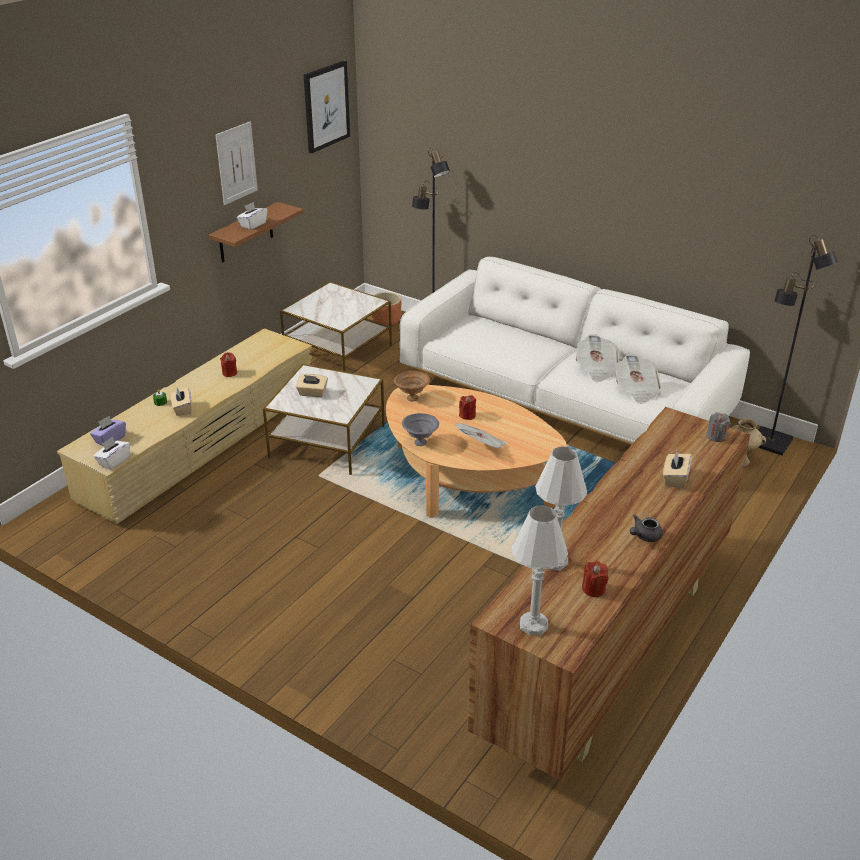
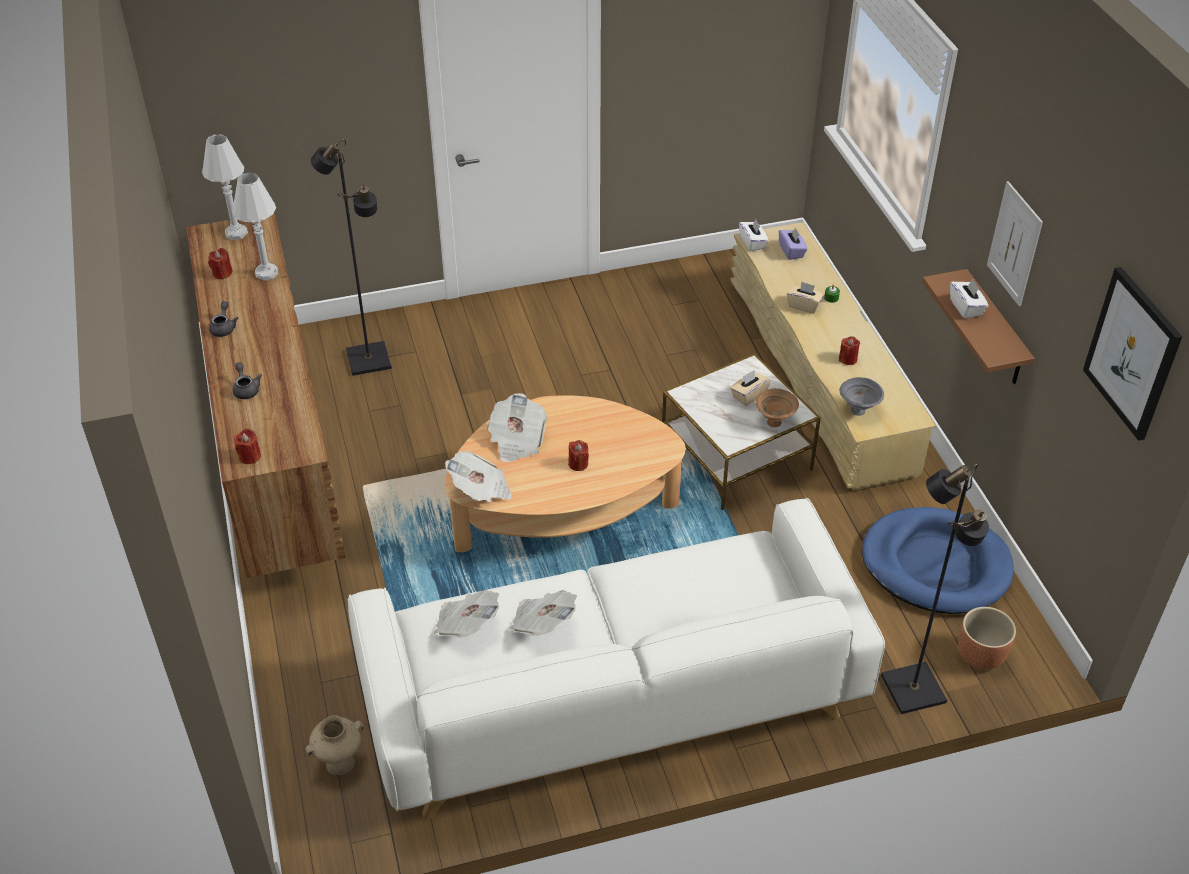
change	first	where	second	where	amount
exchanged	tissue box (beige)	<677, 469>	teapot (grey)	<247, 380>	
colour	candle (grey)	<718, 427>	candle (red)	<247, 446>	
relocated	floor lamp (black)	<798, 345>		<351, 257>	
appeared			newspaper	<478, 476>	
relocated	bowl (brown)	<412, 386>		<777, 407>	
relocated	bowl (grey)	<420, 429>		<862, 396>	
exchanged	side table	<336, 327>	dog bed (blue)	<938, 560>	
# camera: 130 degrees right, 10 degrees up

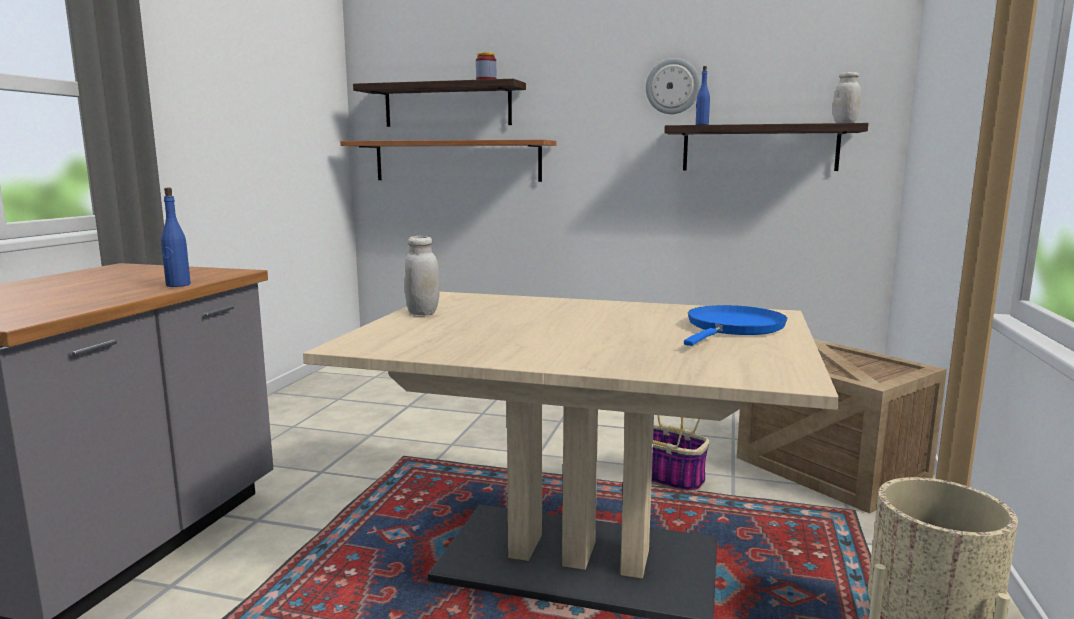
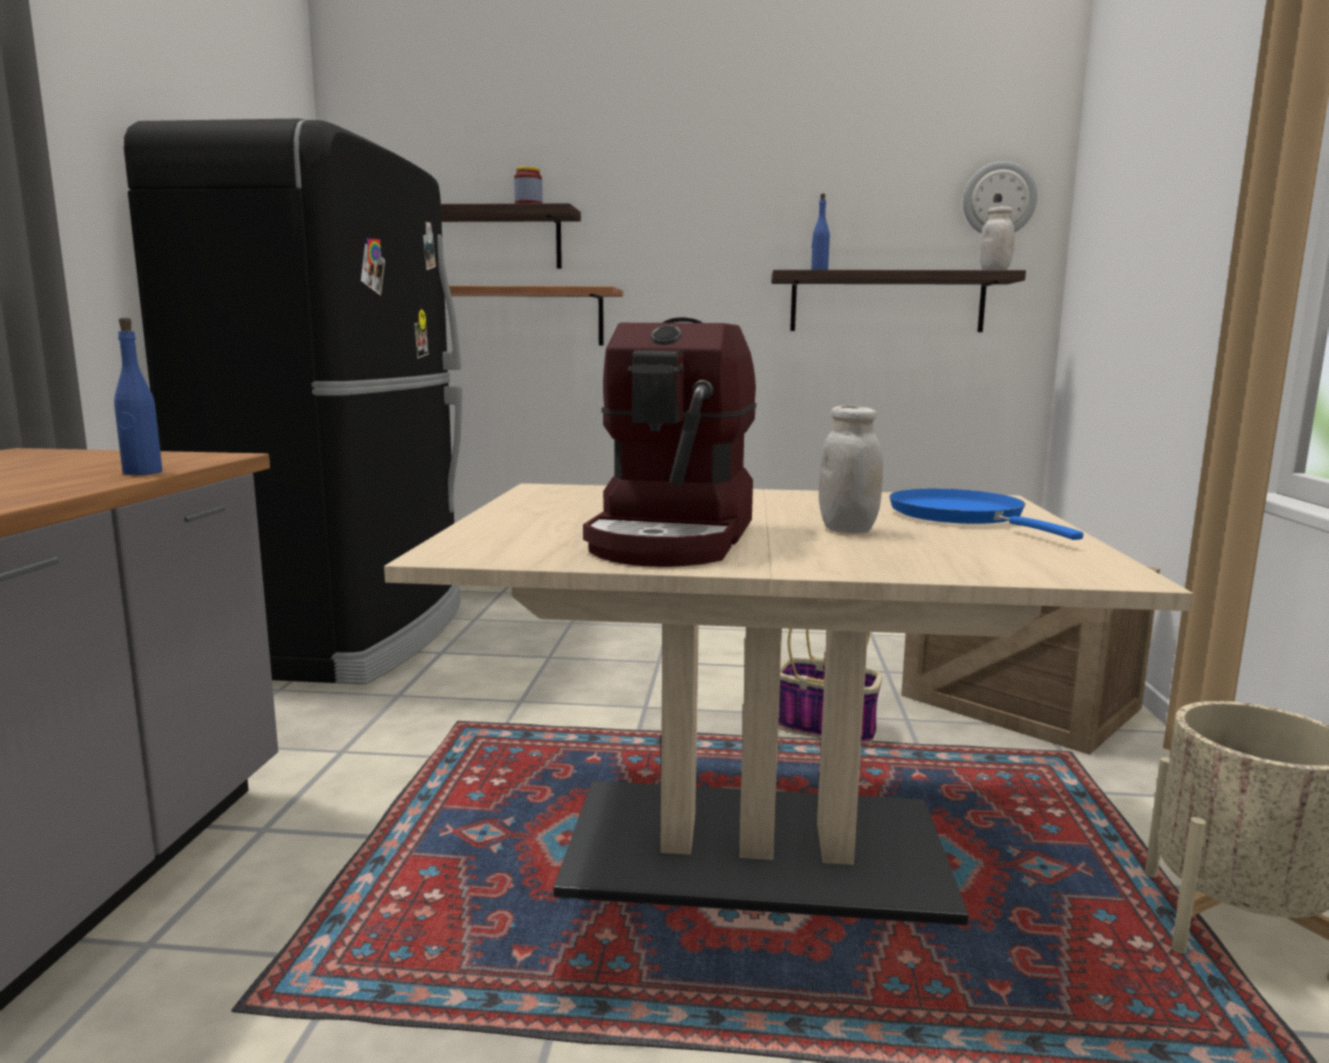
change	first	where	second	where	amount
appeared			fridge (black)	<293, 402>	
appeared			coffee machine	<670, 442>	
relocated	jar (white)	<422, 275>		<851, 469>	
spun	frying pan (blue)	<735, 325>		<986, 514>	45 degrees counterclockwise
relocated	wall clock	<673, 86>		<1000, 197>	
# camera: 10 degrees left, 0 degrees up

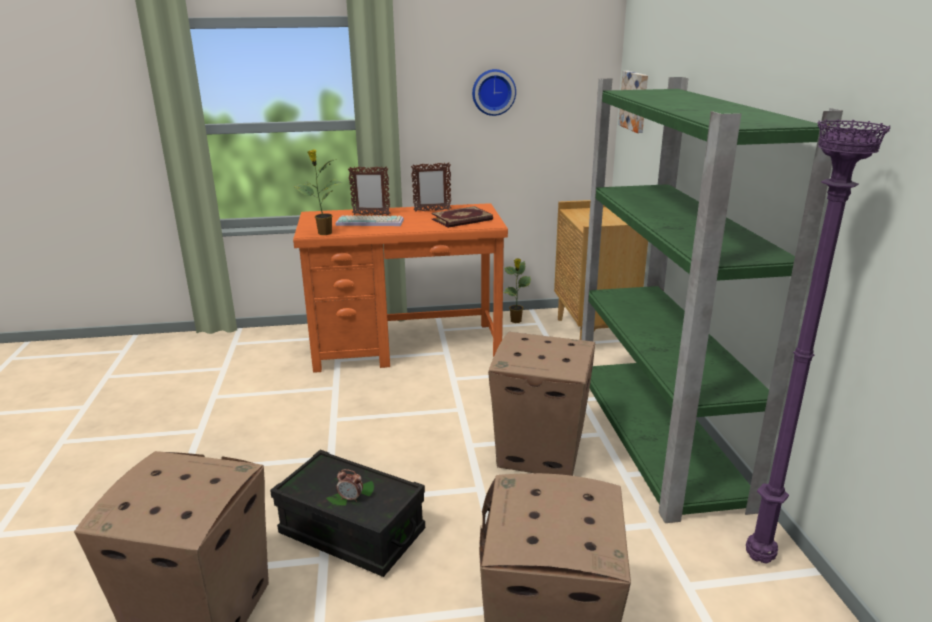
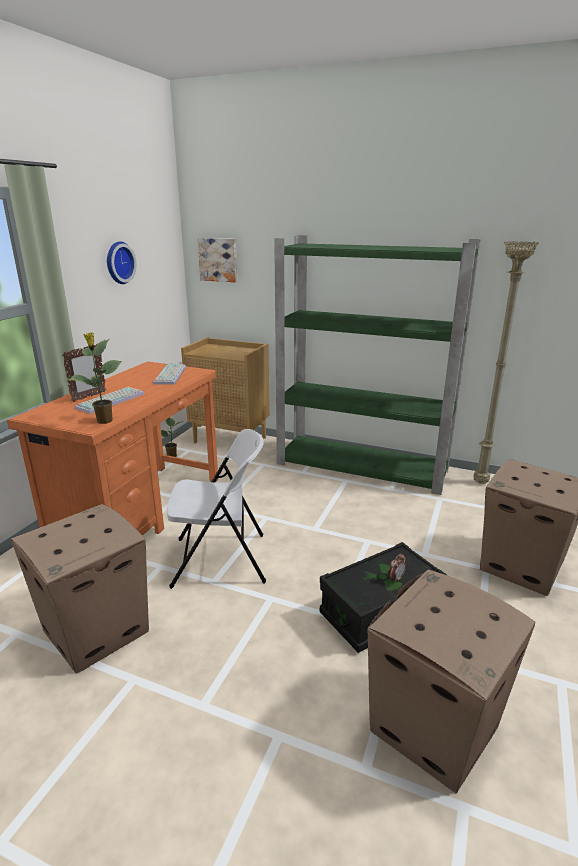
change	first	where	second	where	amount
relocated	cardboard box	<541, 404>		<80, 589>	
exchanged	book	<462, 217>	keyboard	<169, 374>	
appeared			chair (white)	<216, 509>	
colour	floor lamp (purple)	<818, 341>	floor lamp (beige)	<506, 362>	
missing	picture frame	<431, 187>			
# camera: 60 degrees left, 0 degrees up

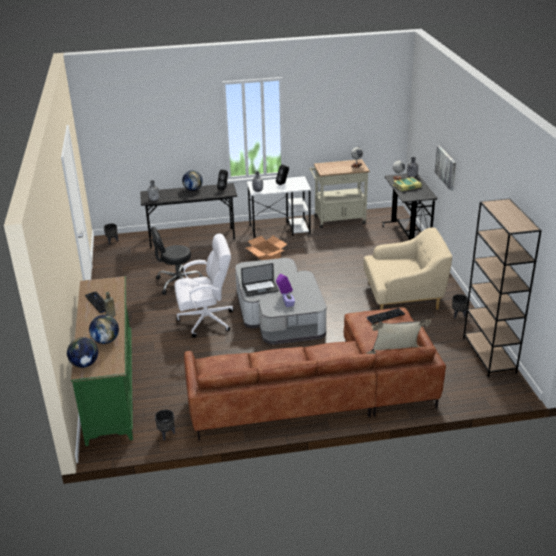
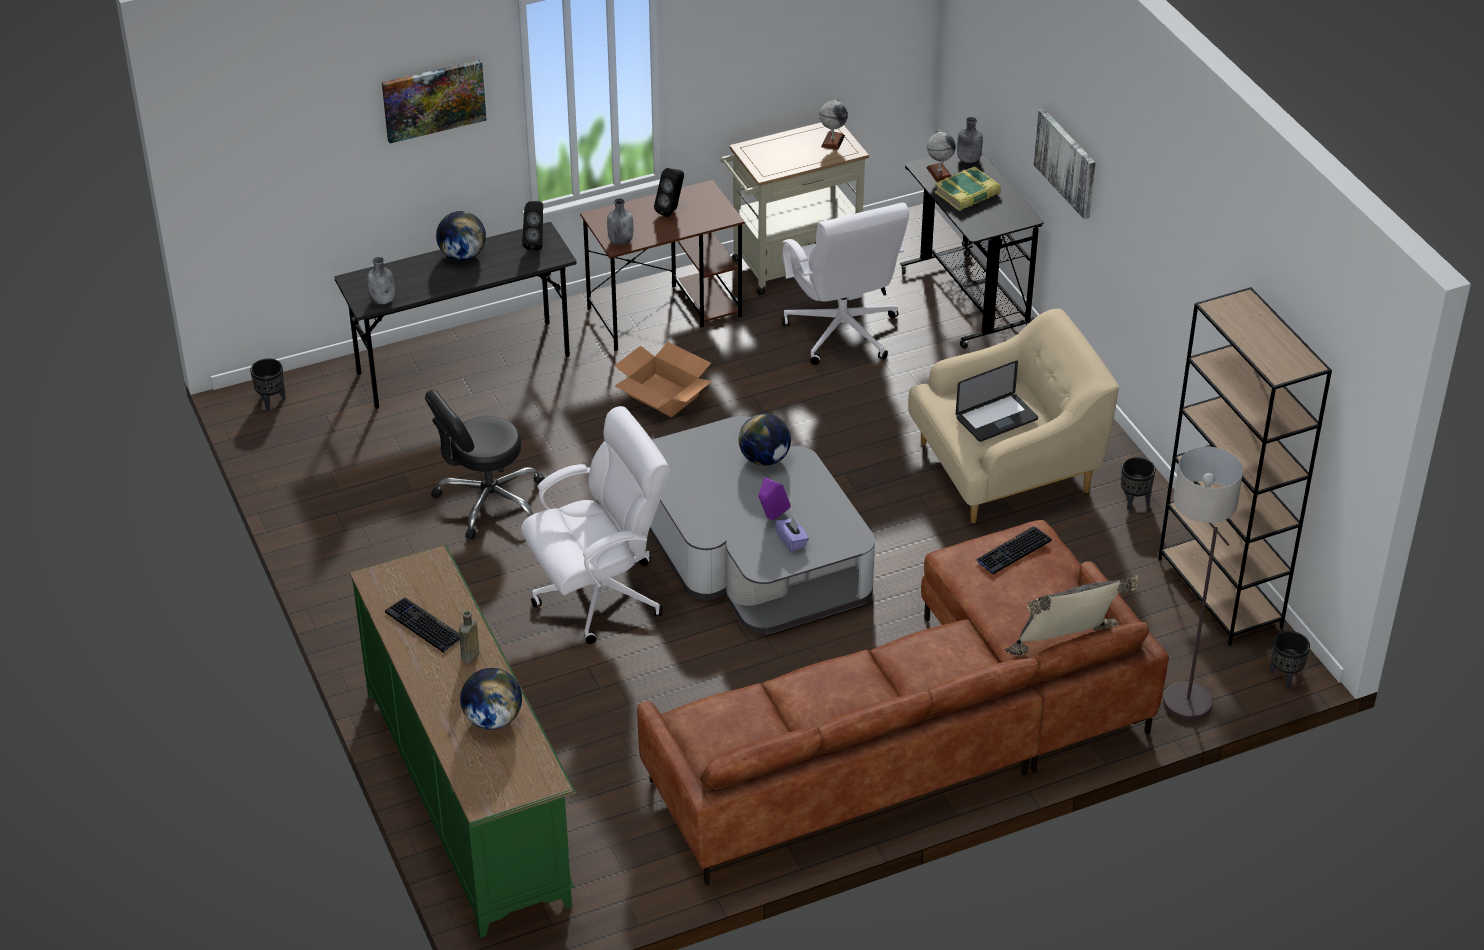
change	first	where	second	where	amount
appeared			picture	<434, 101>	
colour	desk (white)	<279, 207>	desk (brown)	<662, 265>	
relocated	globe	<82, 352>		<765, 439>	
appeared			office chair (white)	<845, 284>	
relocated	laptop	<260, 280>		<997, 401>	
appeared			floor lamp (grey)	<1203, 584>	
relocated	planter (black)	<165, 424>		<1290, 660>	
# camera: 15 degrees left, 10 degrees up

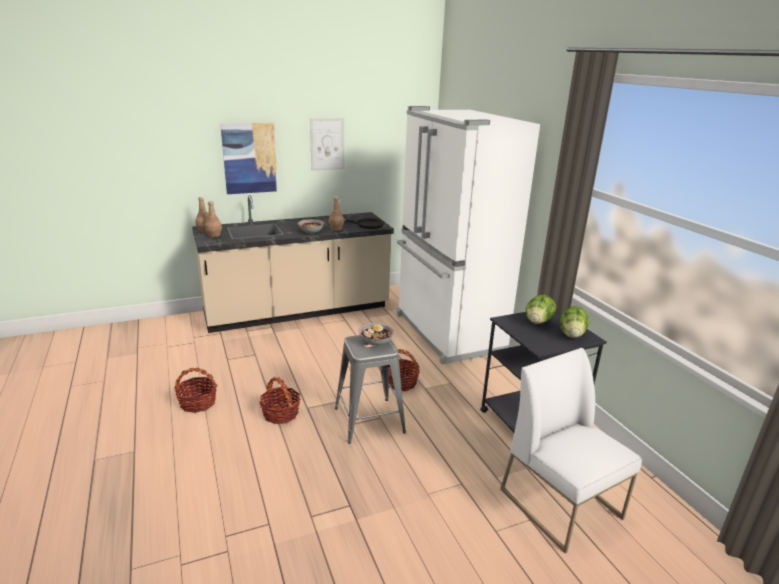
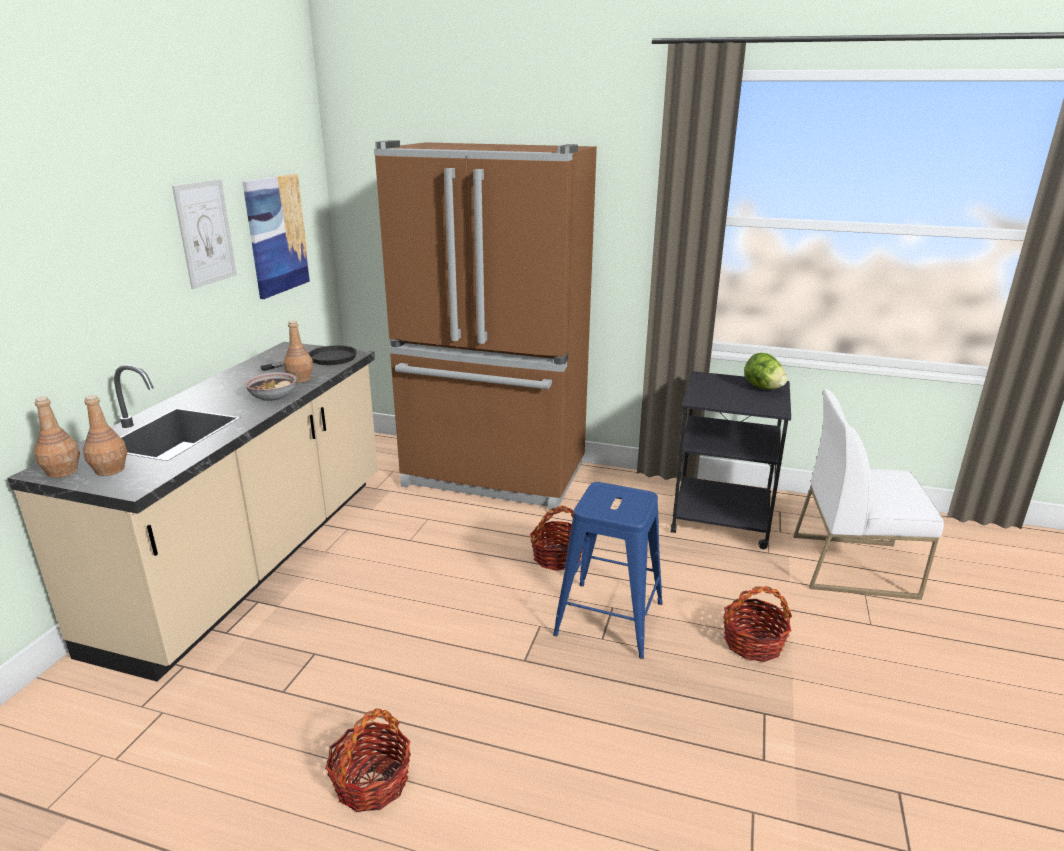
change	first	where	second	where	amount
relocated	picture	<249, 158>		<277, 236>	
colour	fridge (white)	<468, 235>	fridge (brown)	<485, 325>	
colour	stool (grey)	<370, 389>	stool (blue)	<608, 570>	
relocated	basket	<280, 400>		<757, 624>	
missing	bowl	<376, 334>			
missing	lettuce	<541, 309>			
# camera: 50 degrees left, 0 degrees up

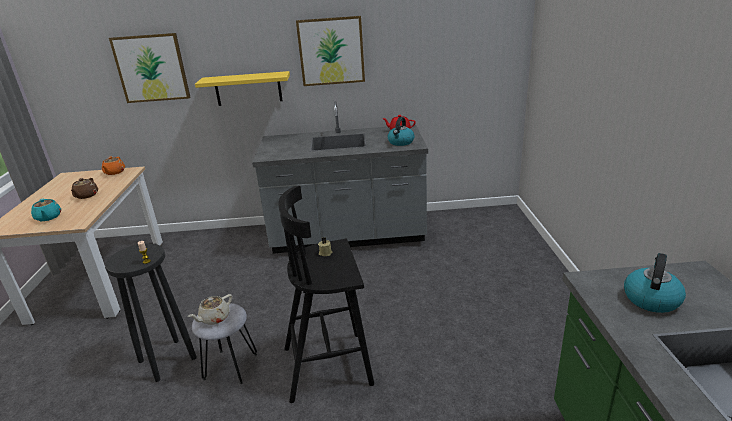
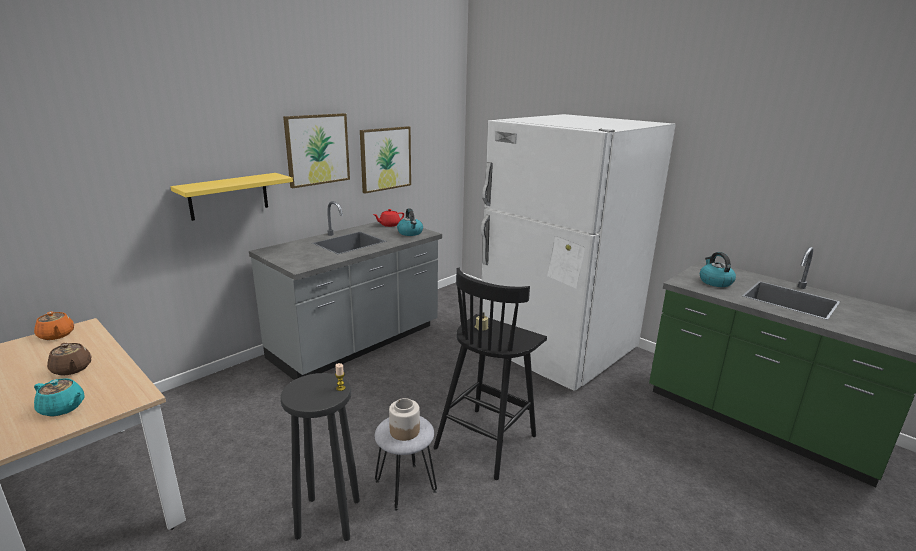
change	first	where	second	where	amount
relocated	picture	<150, 68>		<385, 160>	
exchanged	teapot (beige)	<210, 309>	jar	<404, 419>	
appeared			fridge (white)	<578, 252>	
# camera: 45 degrees left, 5 degrees down

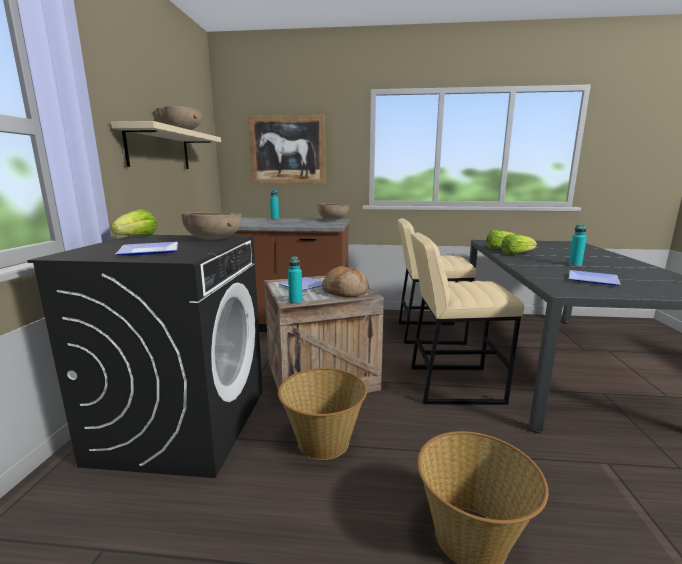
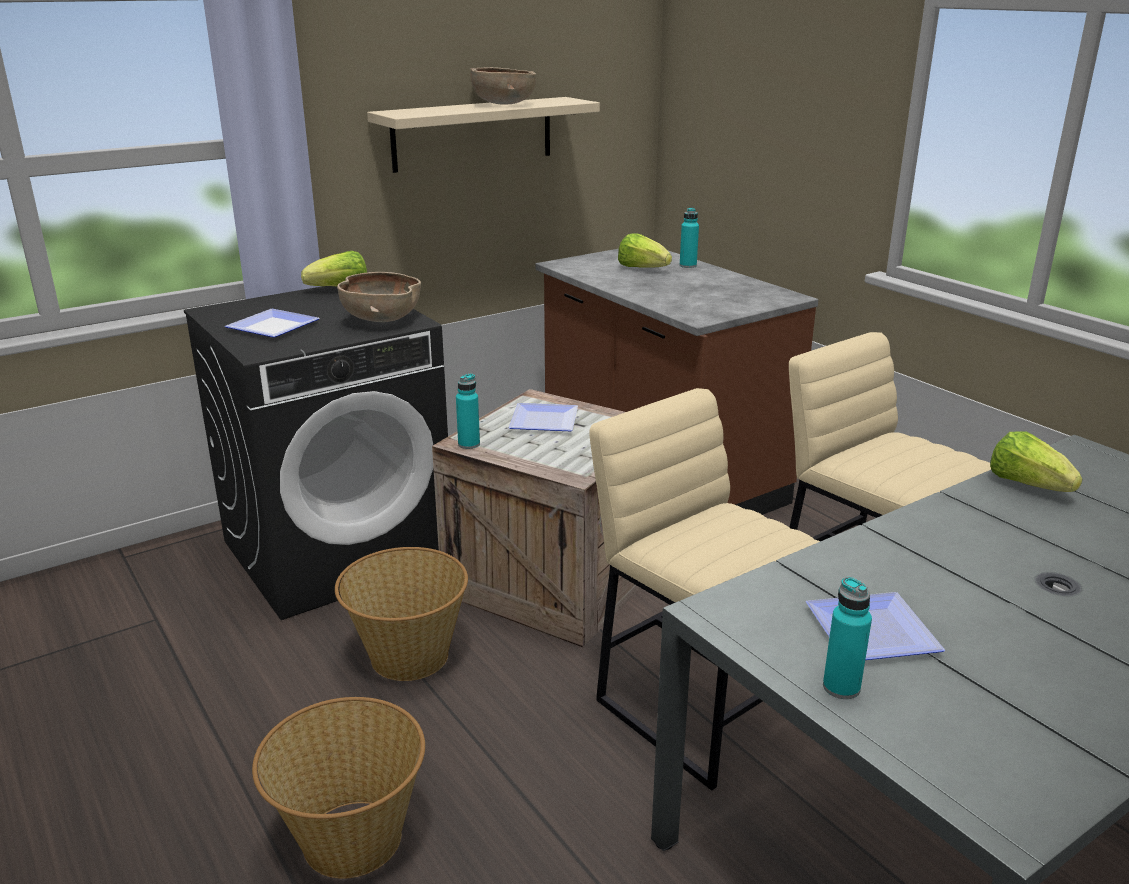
change	first	where	second	where	amount
relocated	lettuce	<519, 244>		<645, 250>	
relocated	bottle (turquoise)	<577, 245>		<847, 638>	
missing	picture	<287, 149>			
missing	bowl (brown)	<333, 211>			
missing	bread	<345, 281>			
# camera: 50 degrees right, 10 degrees up

